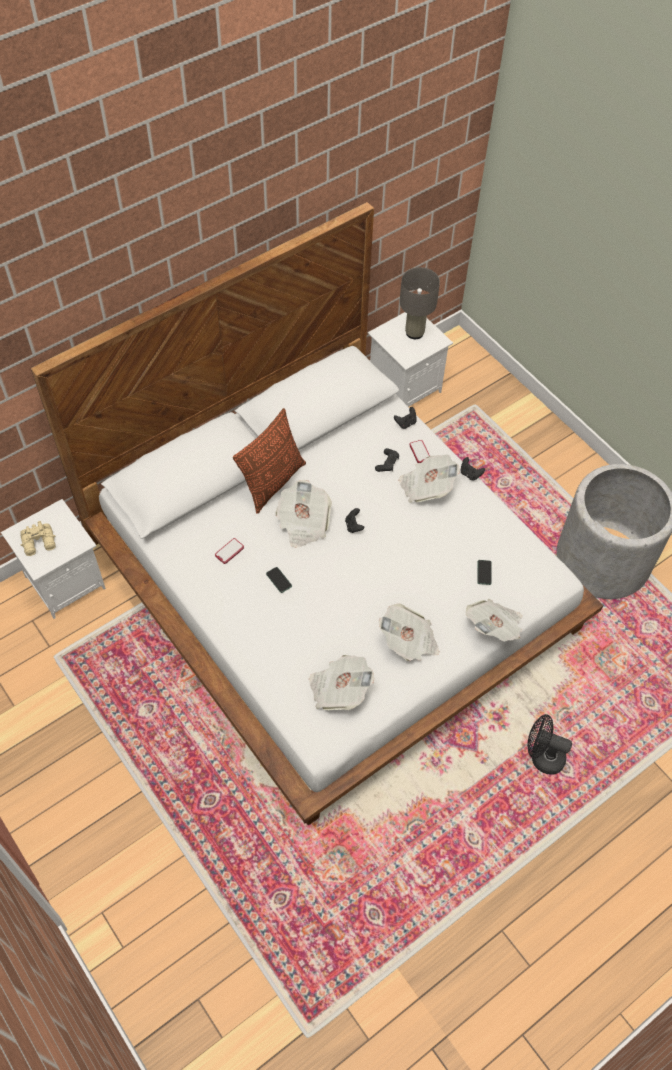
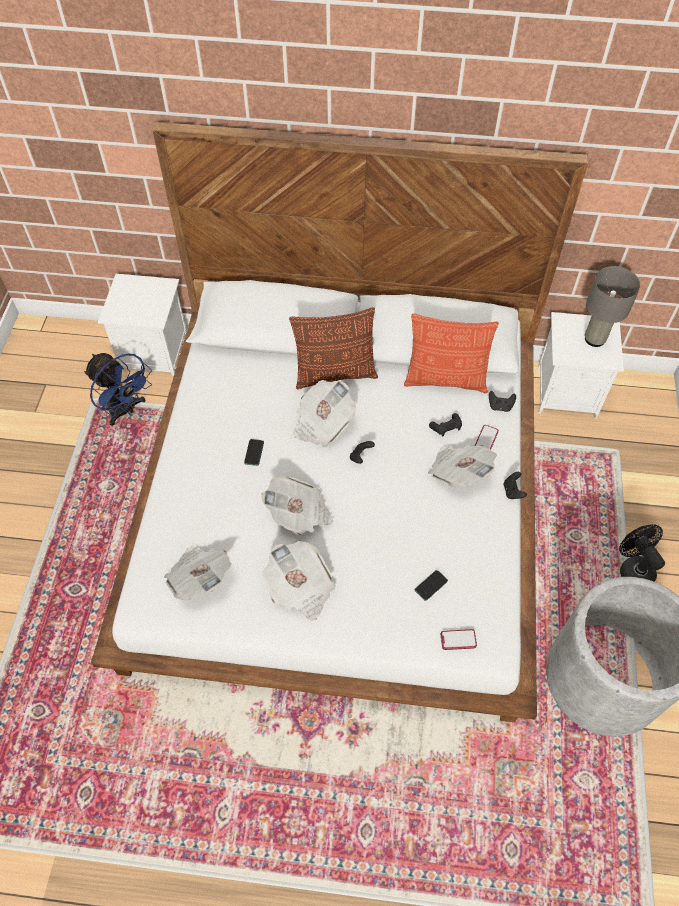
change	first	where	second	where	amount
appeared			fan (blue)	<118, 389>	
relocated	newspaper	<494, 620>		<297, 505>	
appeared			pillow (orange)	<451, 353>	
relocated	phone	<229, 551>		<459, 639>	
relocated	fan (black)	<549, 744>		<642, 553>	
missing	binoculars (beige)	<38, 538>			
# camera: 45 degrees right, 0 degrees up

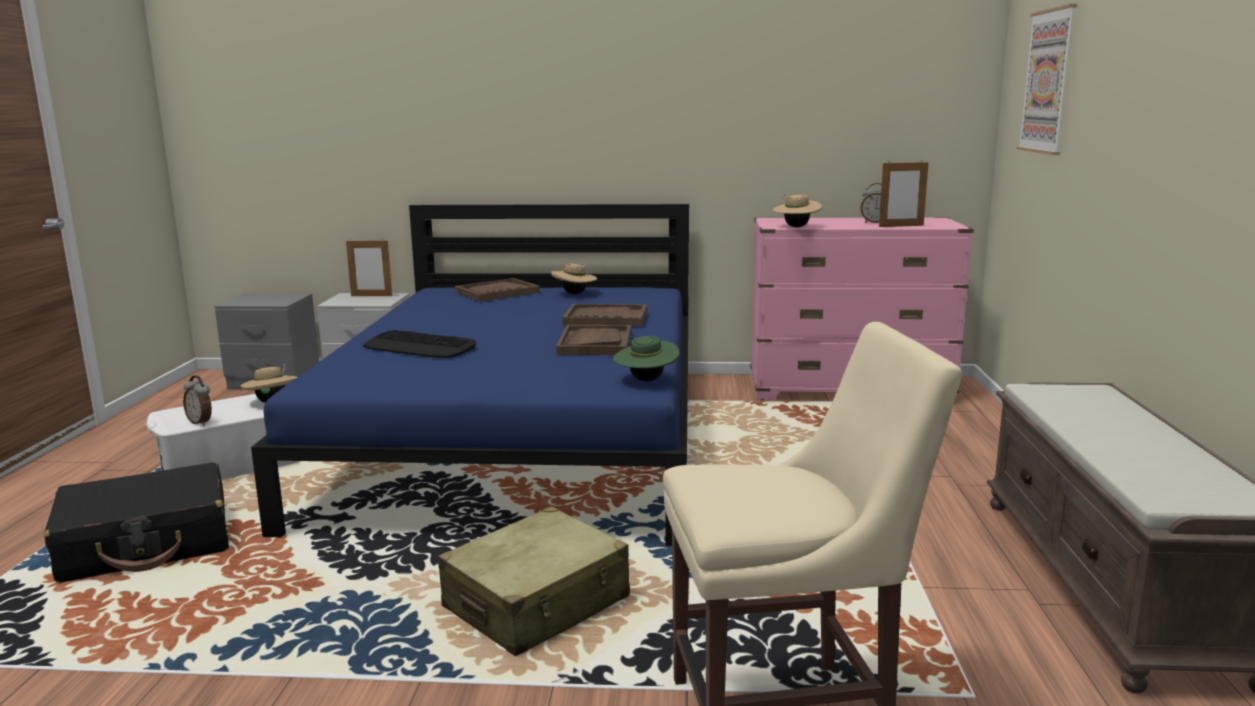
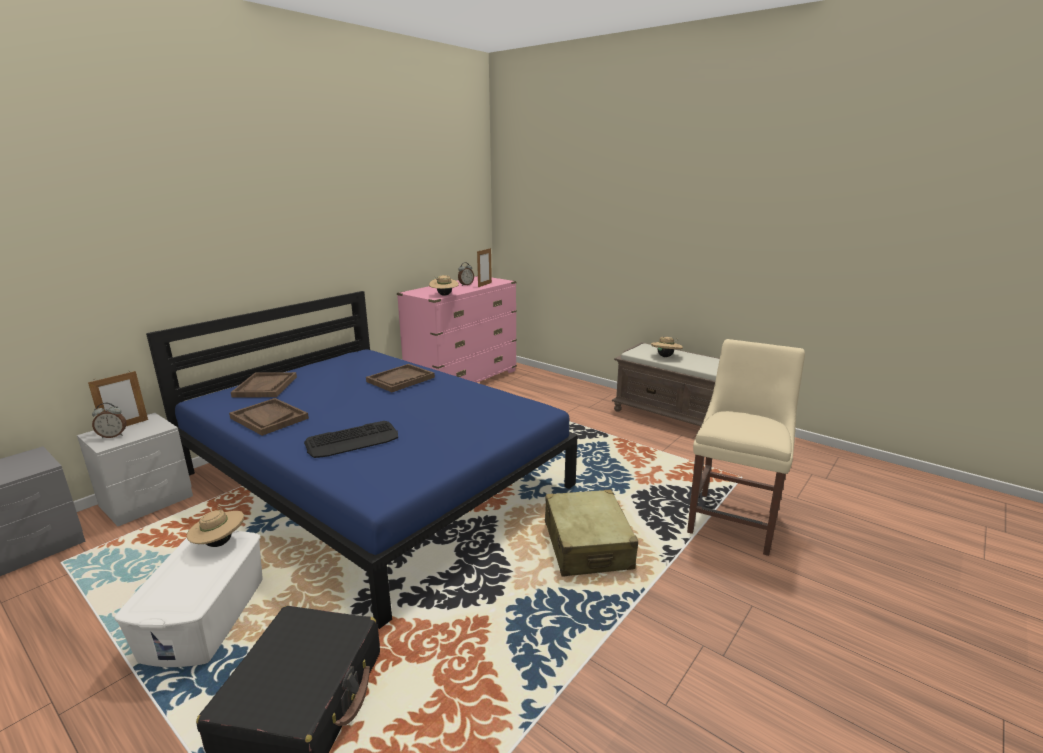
change	first	where	second	where	amount
relocated	alarm clock	<197, 400>		<109, 420>	
relocated	tray (brown)	<593, 340>		<269, 417>	
relocated	hat (beige)	<574, 278>		<667, 347>	
missing	hat (green)	<646, 358>			
missing	picture	<1047, 79>			
# camera: 55 degrees left, 5 degrees up

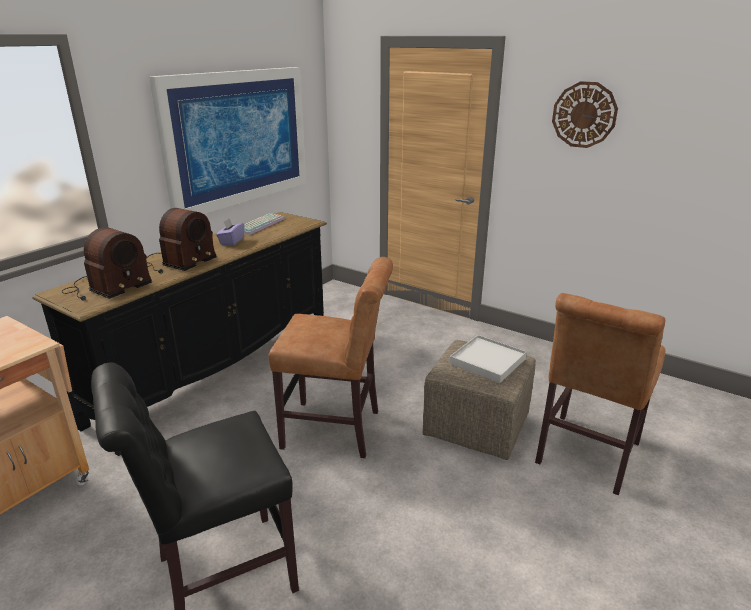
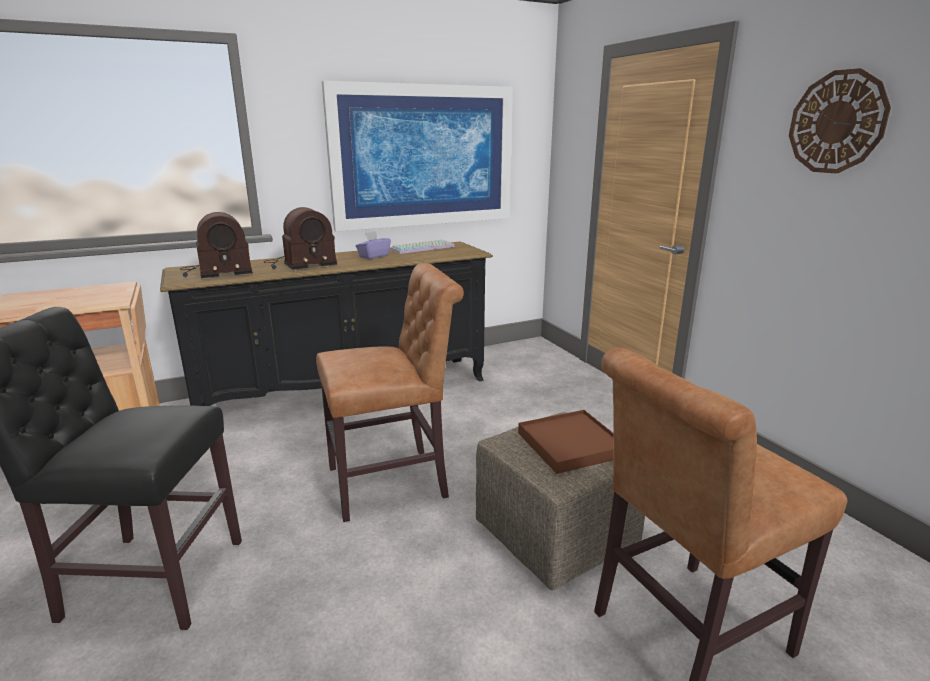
change	first	where	second	where	amount
spun	chair (brown)	<330, 357>		<390, 392>	60 degrees counterclockwise
colour	tray (white)	<488, 359>	tray (brown)	<565, 442>	
# camera: 30 degrees right, 5 degrees down

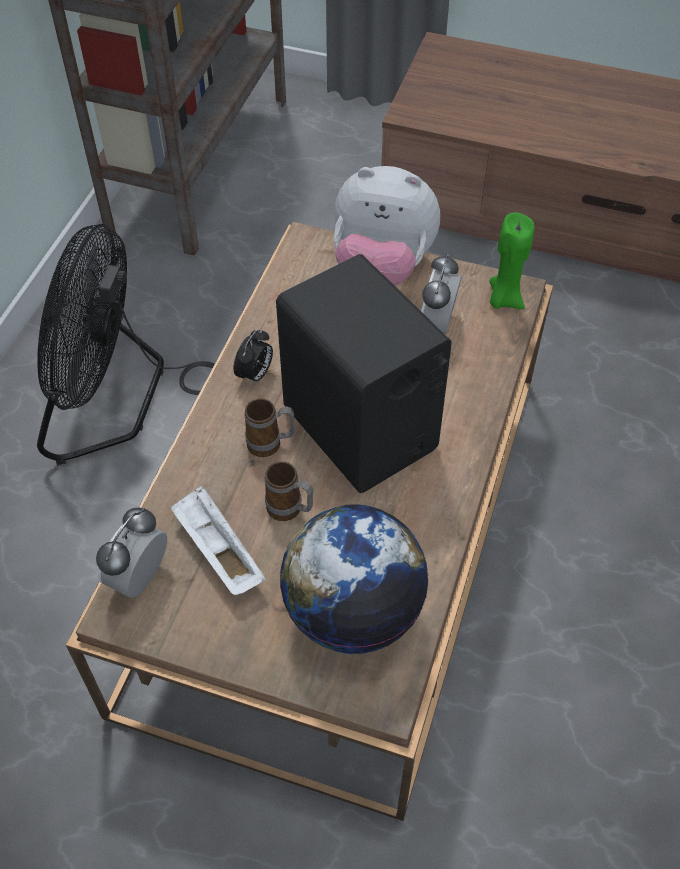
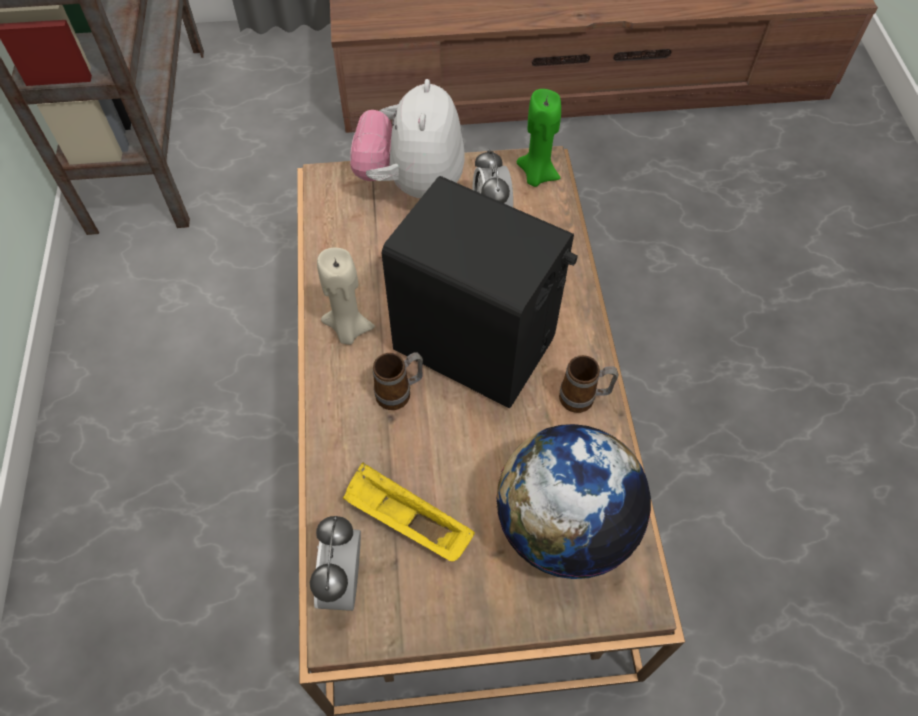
change	first	where	second	where	amount
exchanged	alarm clock	<253, 357>	candle (beige)	<346, 296>	
colour	tray (white)	<218, 540>	tray (yellow)	<409, 512>	
spun	plush toy	<386, 226>		<407, 139>	105 degrees clockwise
relocated	mug	<289, 491>		<589, 384>	
missing	fan (black)	<126, 344>			
# camera: 25 degrees left, 5 degrees up

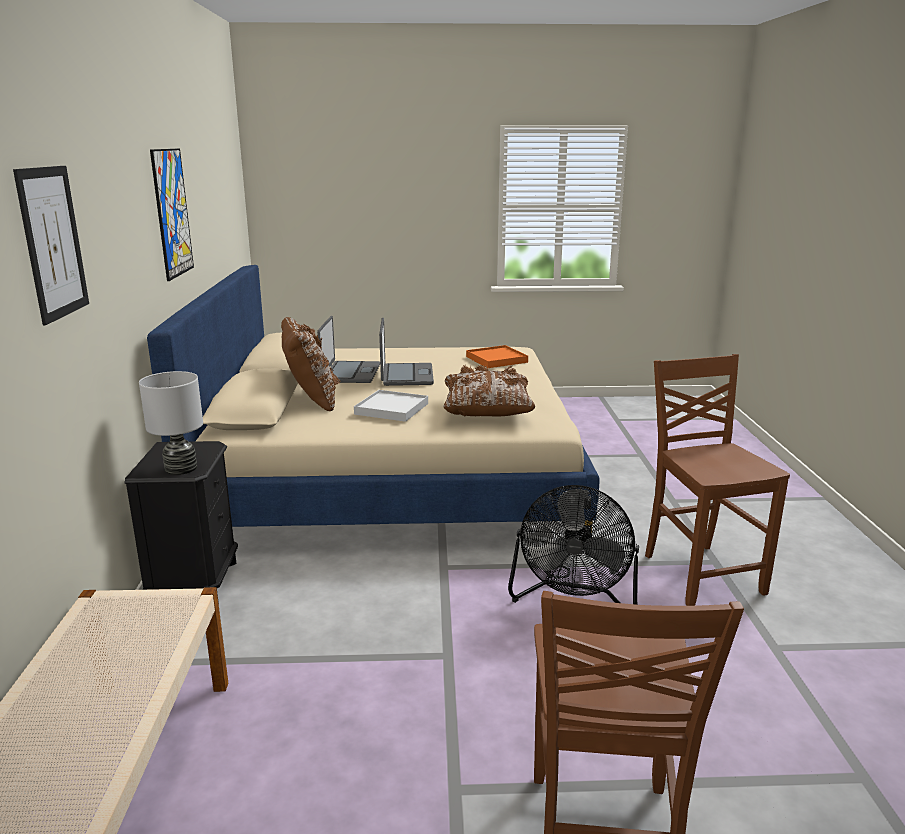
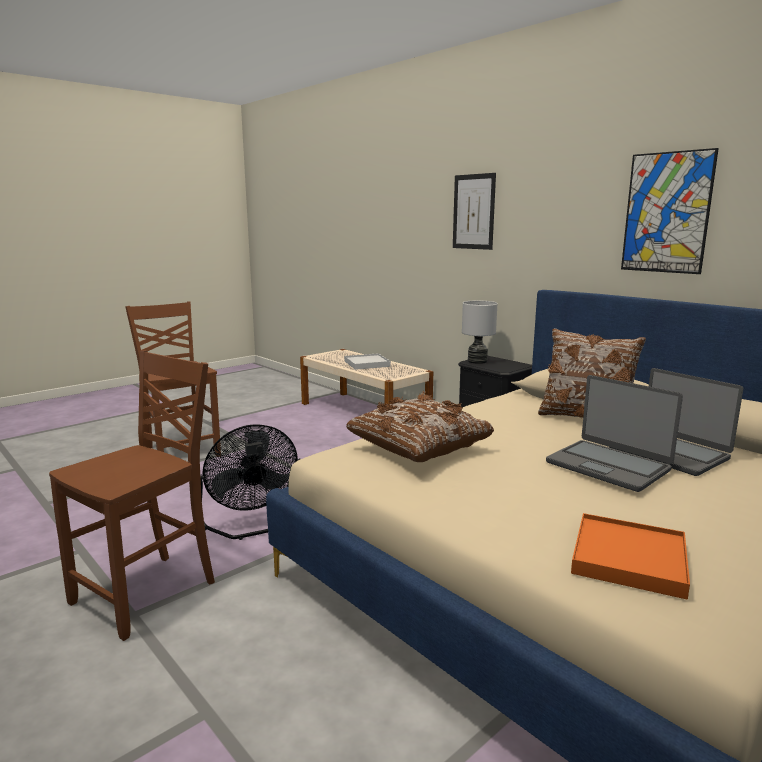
change	first	where	second	where	amount
spun	chair (brown)	<717, 480>		<132, 496>	90 degrees counterclockwise
relocated	tray (white)	<391, 406>		<368, 361>	
# camera: 140 degrees right, 5 degrees down

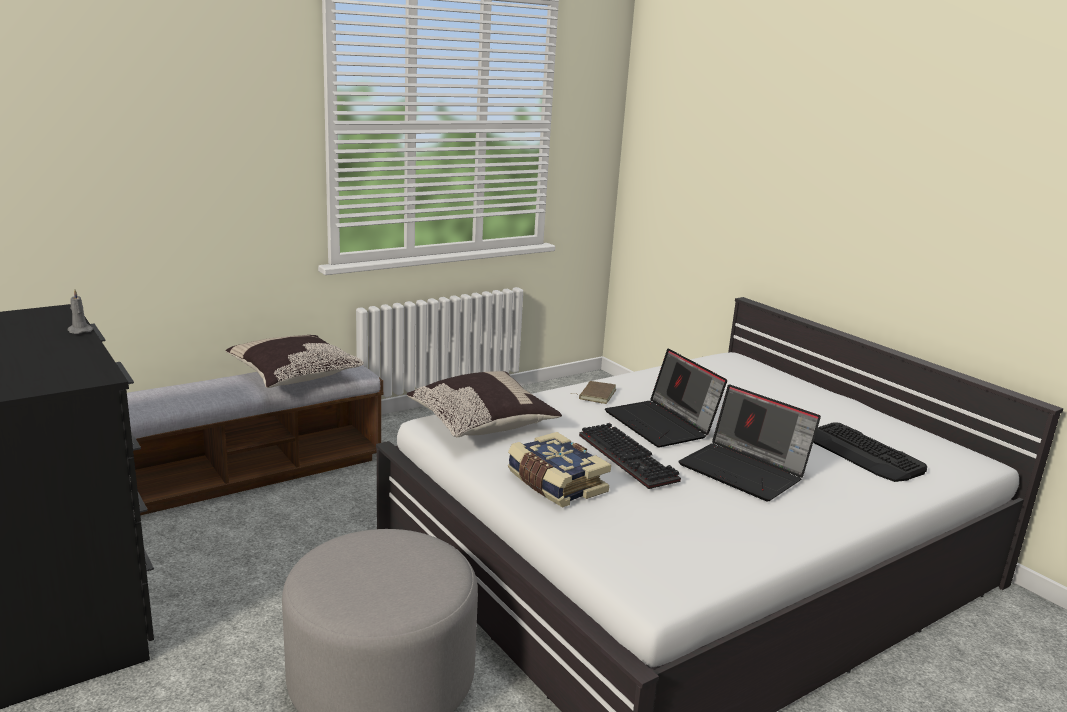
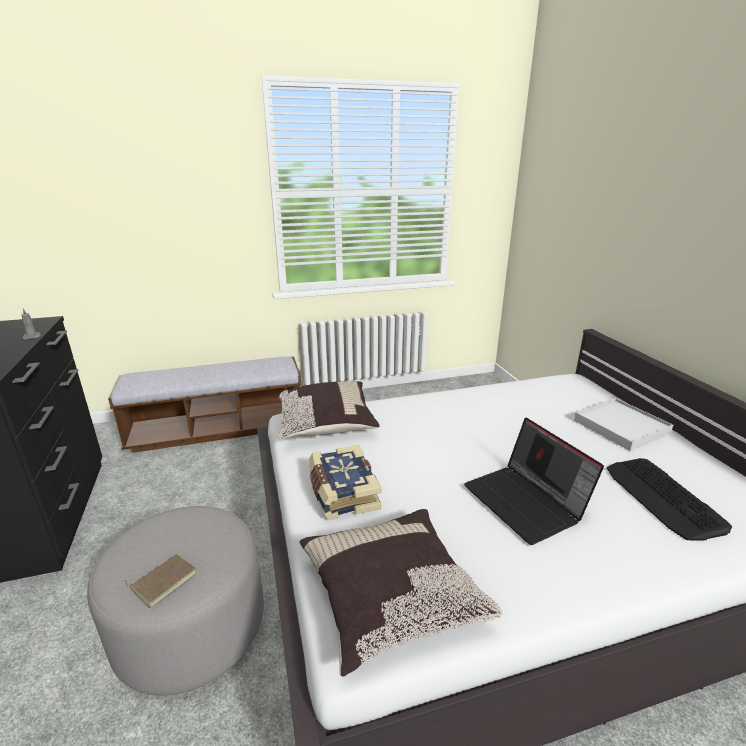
change	first	where	second	where	amount
relocated	book (brown)	<593, 392>		<160, 581>	
relocated	pillow	<294, 361>		<401, 593>	
appeared			tray (white)	<623, 424>	
missing	keyboard	<630, 456>			
missing	laptop	<666, 397>			
# camera: 20 degrees right, 5 degrees up

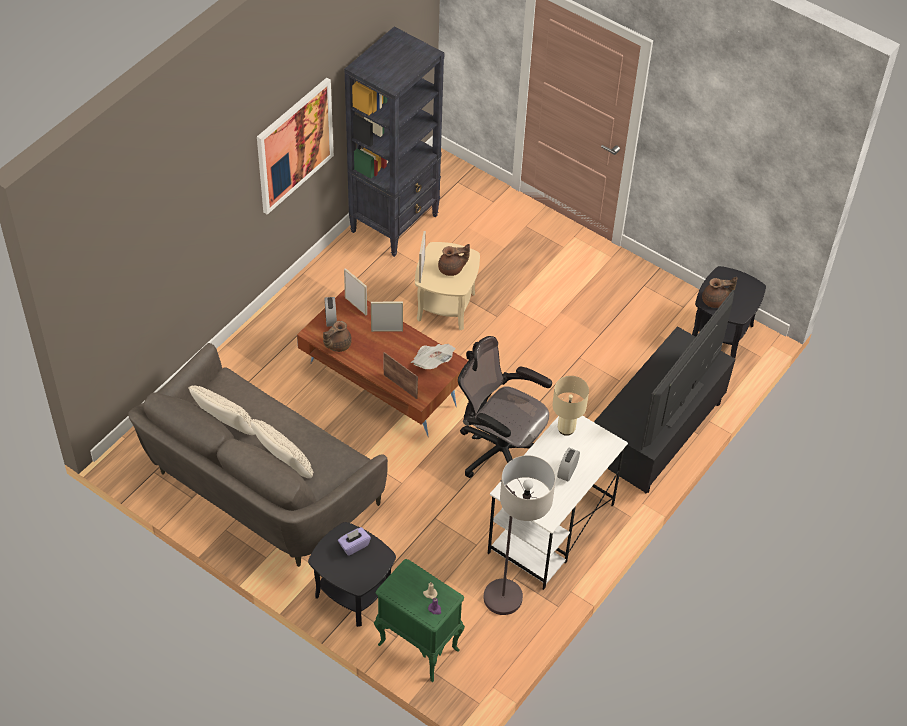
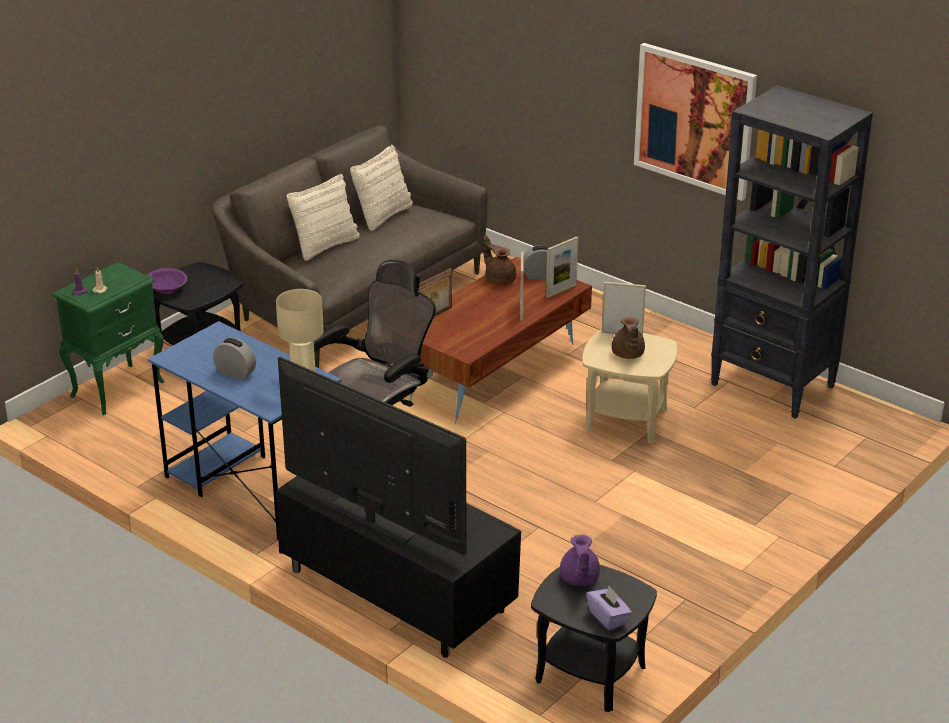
change	first	where	second	where	amount
appeared			bowl (purple)	<167, 281>	
colour	desk (white)	<557, 503>	desk (blue)	<244, 430>	
colour	teapot (brown)	<719, 292>	teapot (purple)	<580, 560>	
relocated	tissue box (purple)	<354, 541>		<609, 608>	
missing	newspaper	<433, 356>			
missing	floor lamp (grey)	<520, 535>			
# camera: 95 degrees right, 20 degrees down

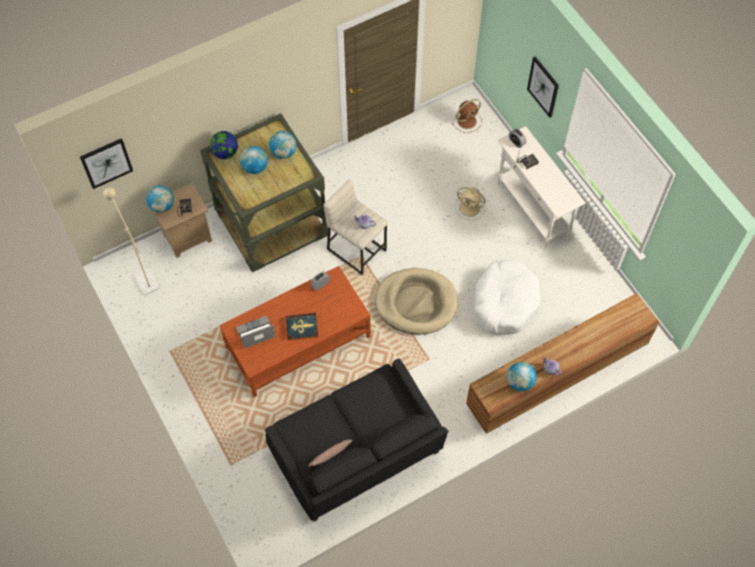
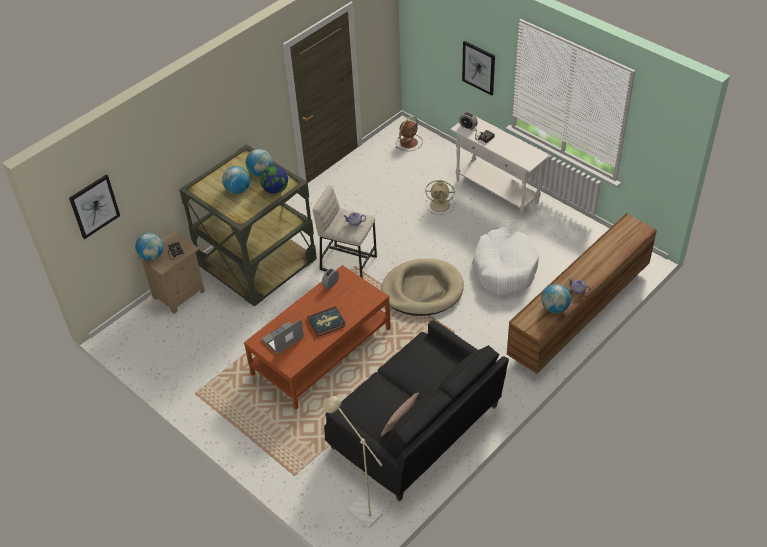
change	first	where	second	where	amount
relocated	globe	<224, 145>		<274, 180>	
relocated	floor lamp (beige)	<131, 241>		<353, 462>	
# camera: 15 degrees left, 15 degrees down

